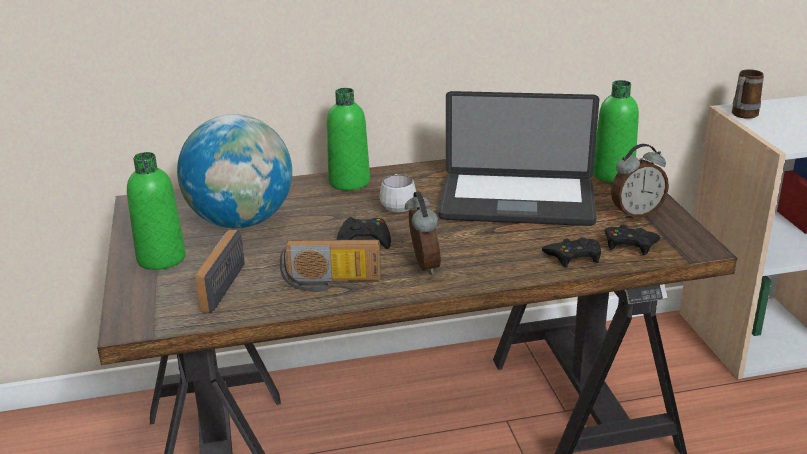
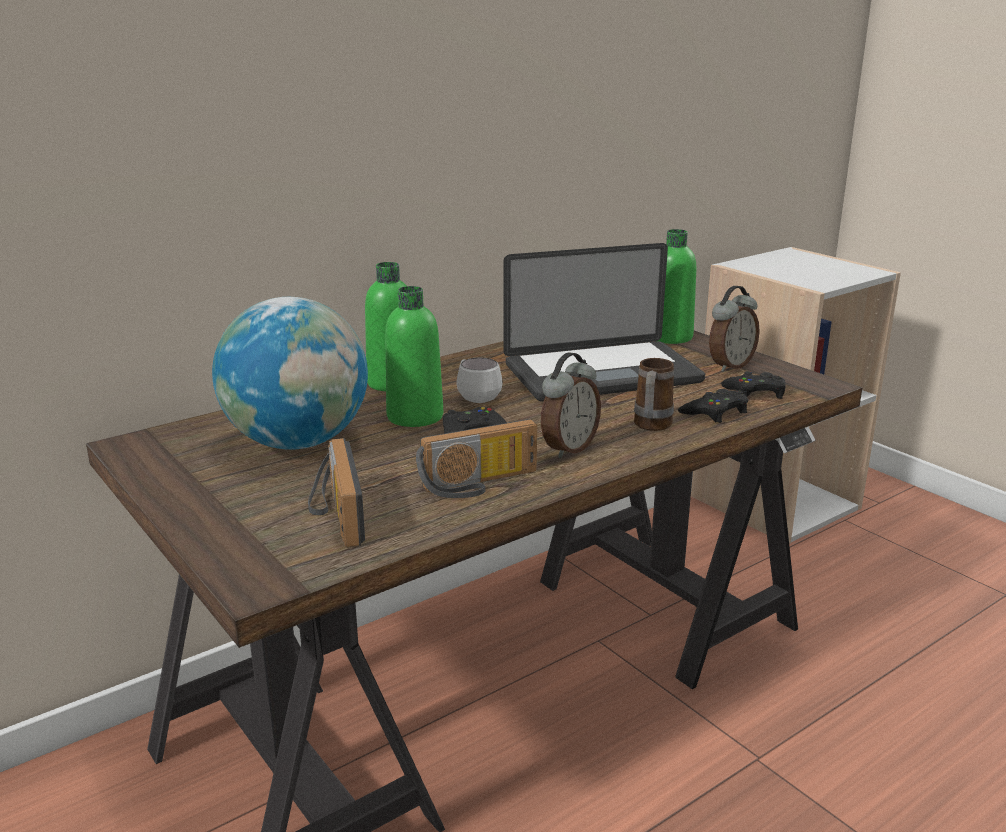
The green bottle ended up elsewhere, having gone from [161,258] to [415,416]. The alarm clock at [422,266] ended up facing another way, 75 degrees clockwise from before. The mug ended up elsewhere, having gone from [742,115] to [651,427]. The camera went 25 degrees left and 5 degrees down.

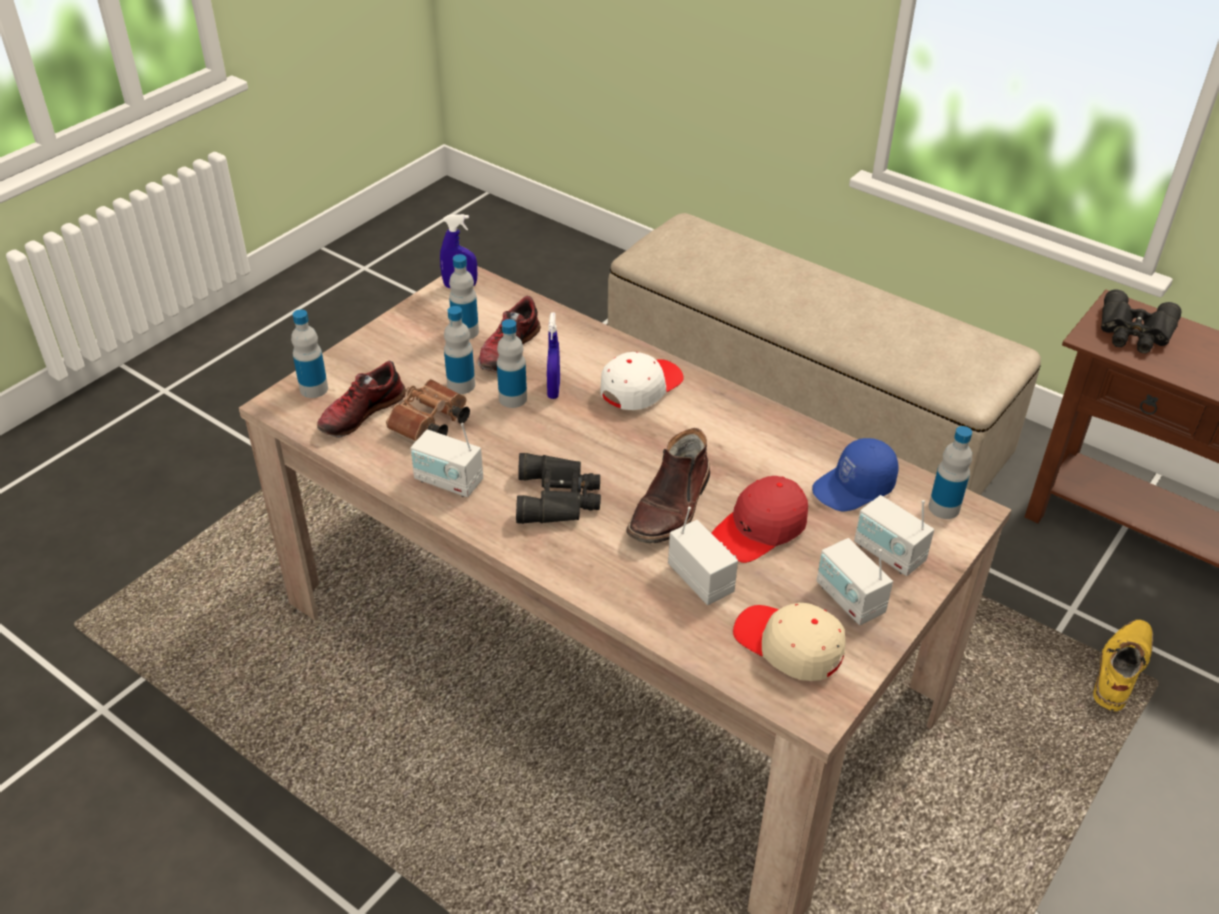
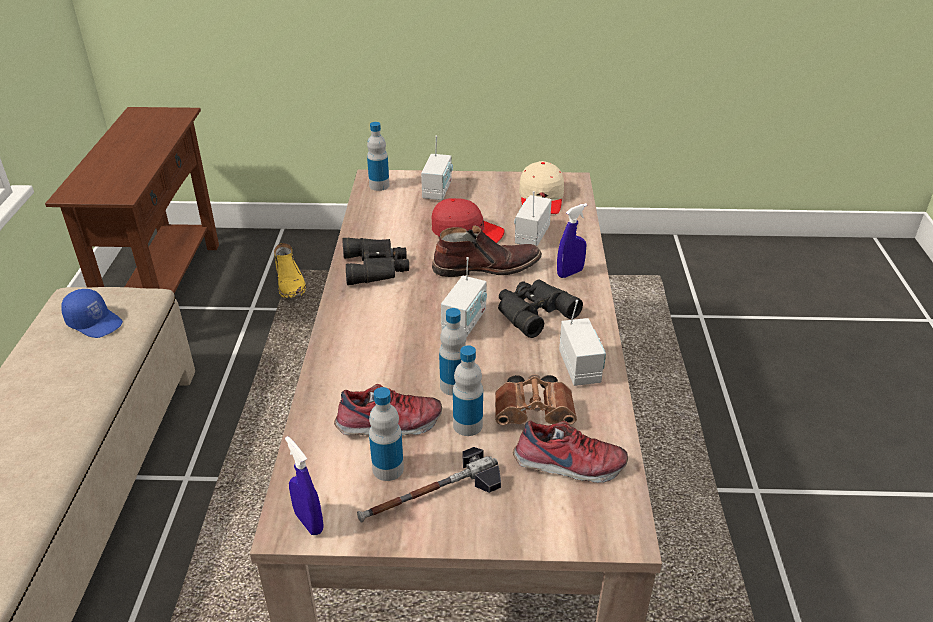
The blue cap ended up elsewhere, having gone from [854,488] to [95,322]. The yellow boot at [1119,669] ended up facing another way, 105 degrees counterclockwise from before. The black binoculars ended up elsewhere, having gone from [1134,332] to [376,267]. The second view gained the hammer at [430,496]. The radio ended up elsewhere, having gone from [849,599] to [464,323]. The blue spray bottle ended up elsewhere, having gone from [553,390] to [570,273]. The second view lost the bottle at [314,389]. The second view lost the white cap at [640,387]. The camera went 125 degrees left and 5 degrees down.

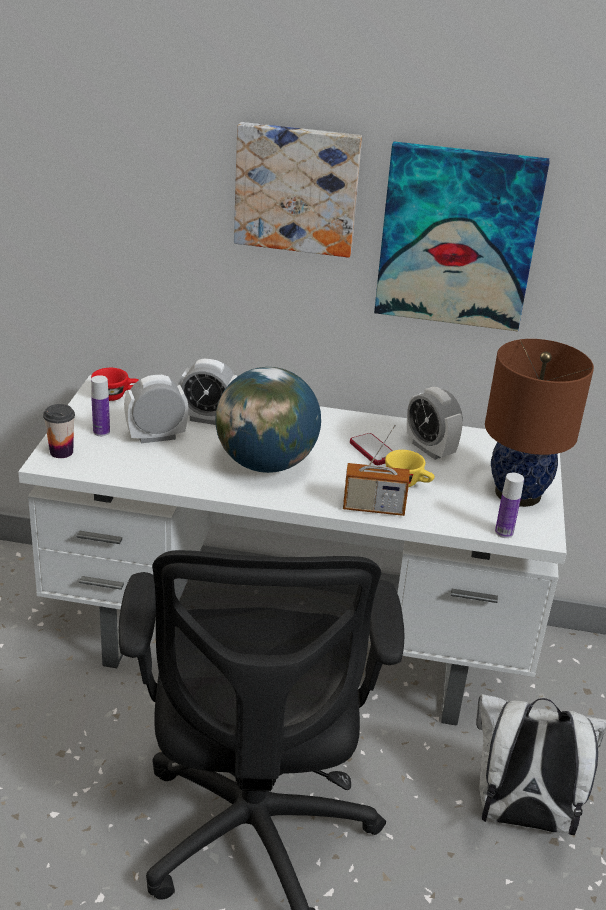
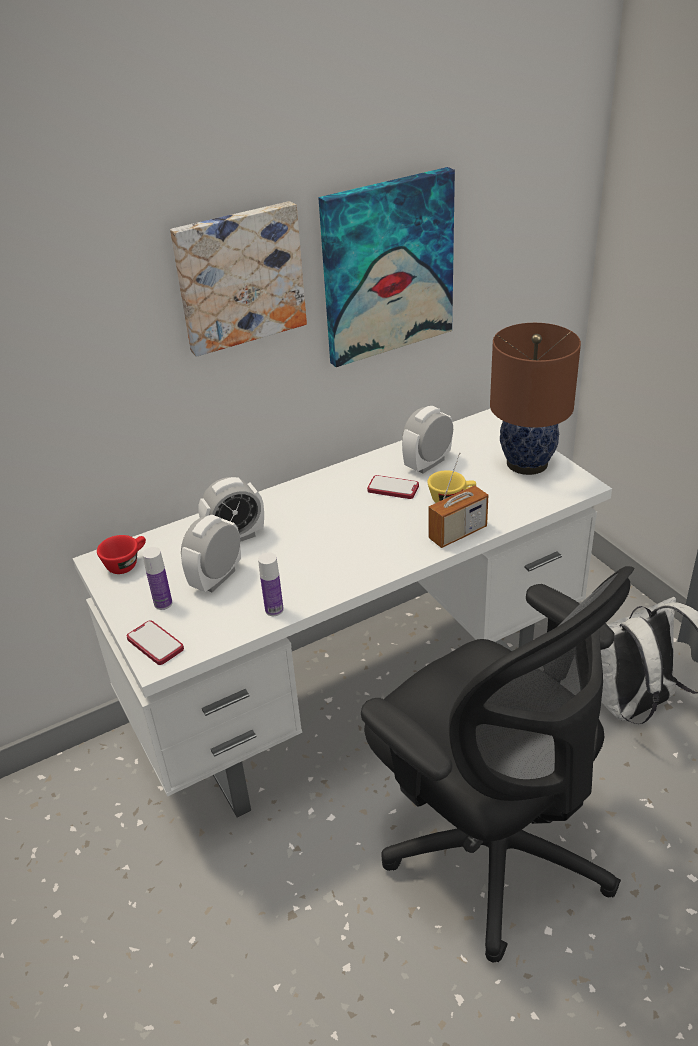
Where the cup stood at [61,452], the phone came to stand at [155,644]. The bottle ended up elsewhere, having gone from [504,532] to [274,610]. The alarm clock at [430,449] ended up facing another way, 120 degrees clockwise from before. The second view lost the globe at [266,463]. The camera went 35 degrees left and 5 degrees up.

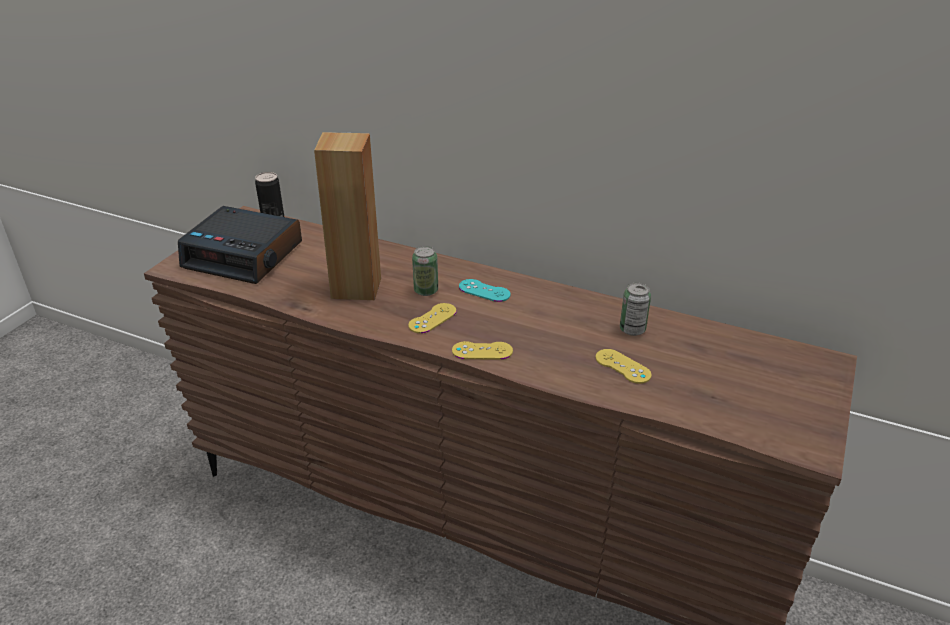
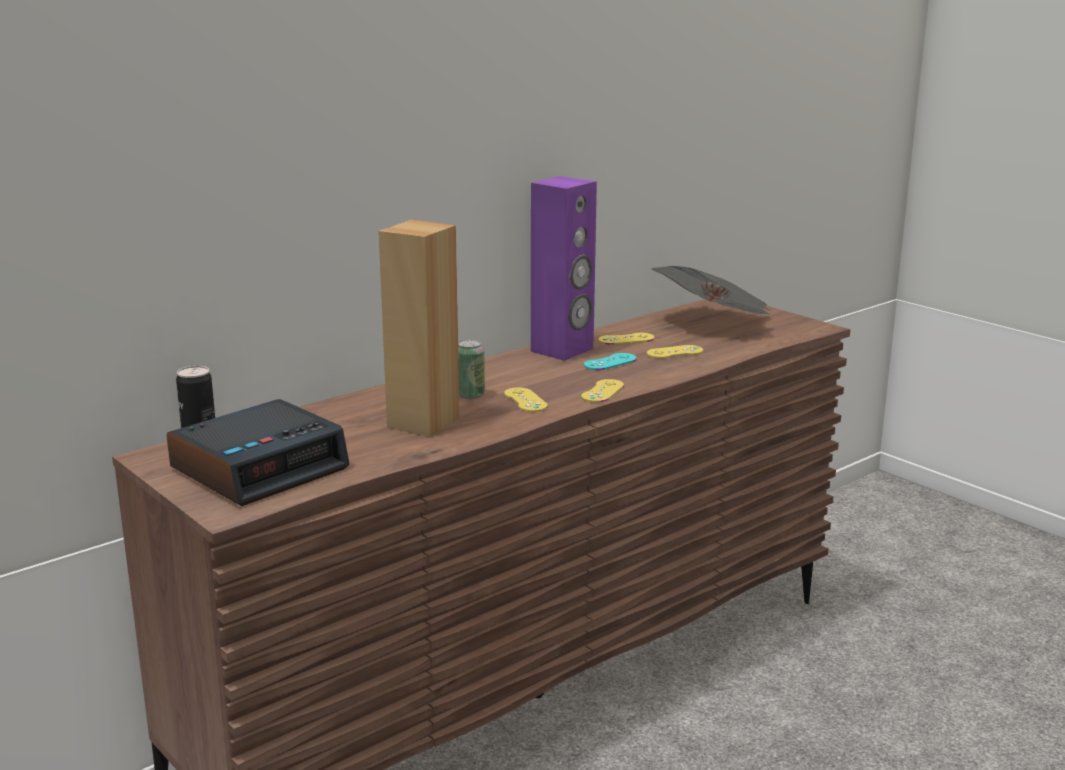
The second view gained the purple speaker at [562,350]. The turquoise game controller ended up elsewhere, having gone from [484,291] to [610,362]. Where the can stood at [632,329], the yellow game controller came to stand at [626,339]. The second view gained the newspaper at [715,324]. The camera went 65 degrees left and 15 degrees down.

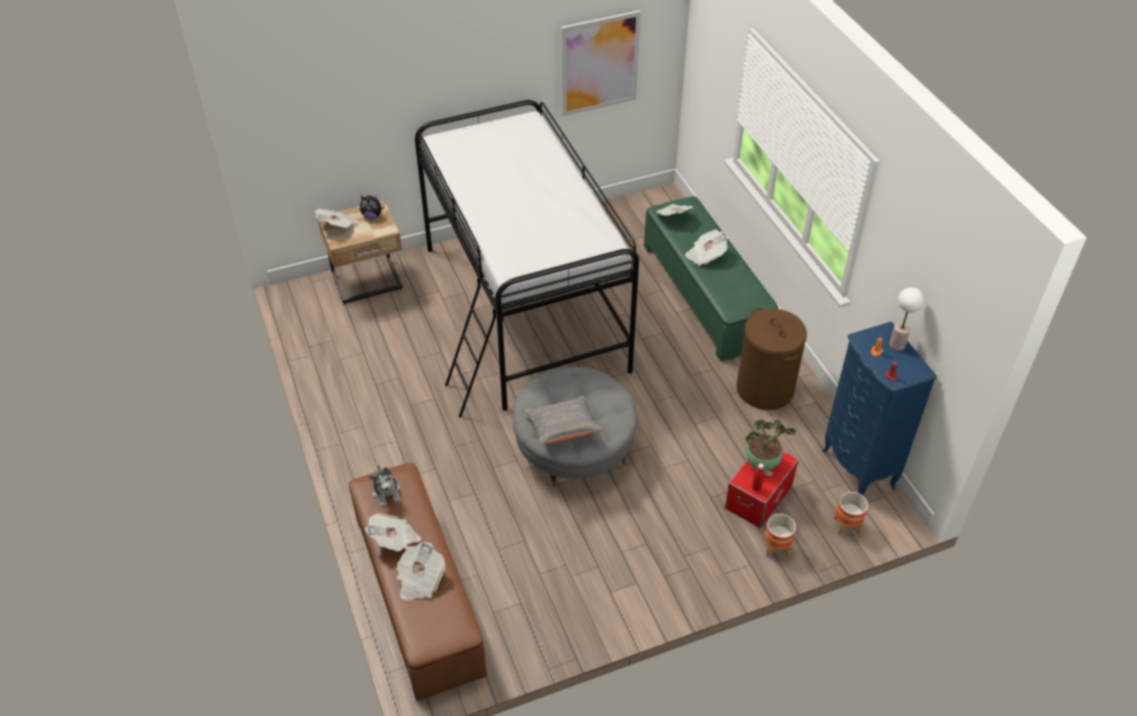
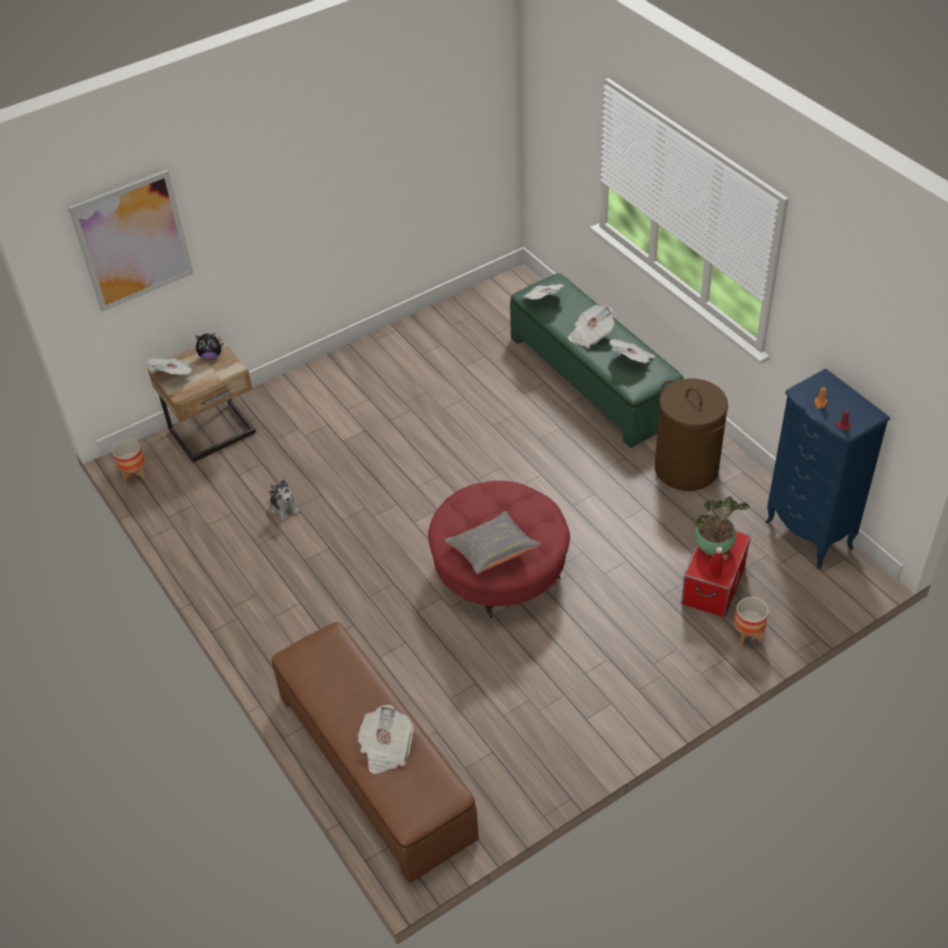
The picture ended up elsewhere, having gone from [599,63] to [133,241]. The planter ended up elsewhere, having gone from [846,526] to [135,475]. The plush toy ended up elsewhere, having gone from [386,492] to [284,507]. What was the grey ottoman at [574,446] turned into the red ottoman at [500,570]. The newspaper ended up elsewhere, having gone from [394,540] to [632,360]. The second view lost the black bed at [523,311]. The second view lost the table lamp at [897,344]. The camera went 10 degrees left and 0 degrees up.

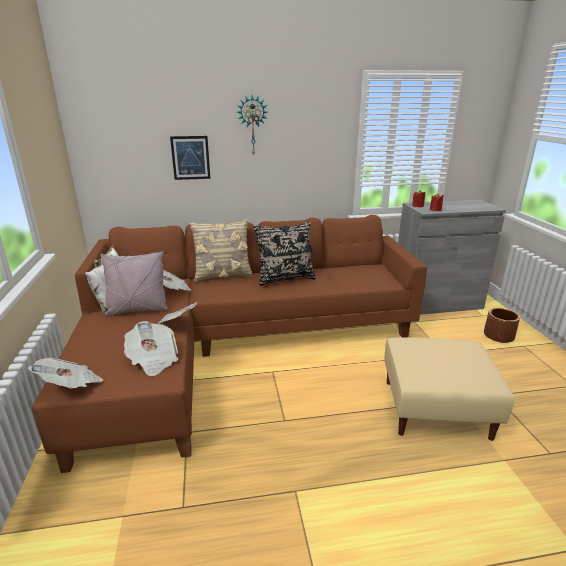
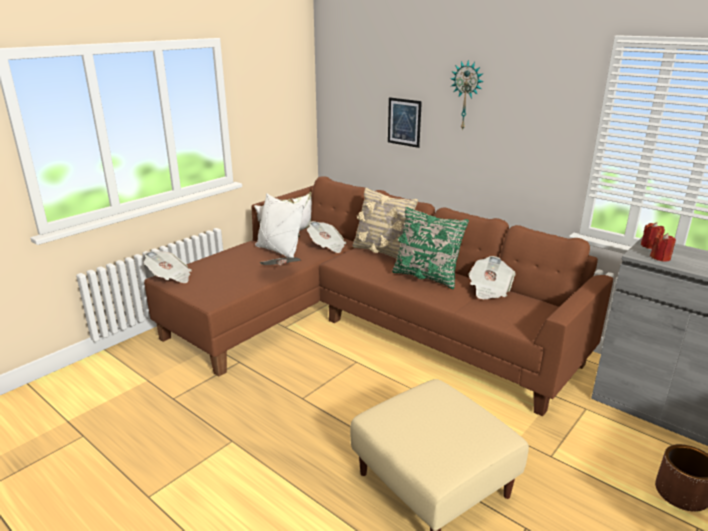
What was the purple pillow at [138,310] turned into the white pillow at [279,251]. What was the black pillow at [285,279] turned into the green pillow at [426,277]. The newspaper ended up elsewhere, having gone from [153,360] to [489,289]. The camera went 50 degrees right and 0 degrees up.

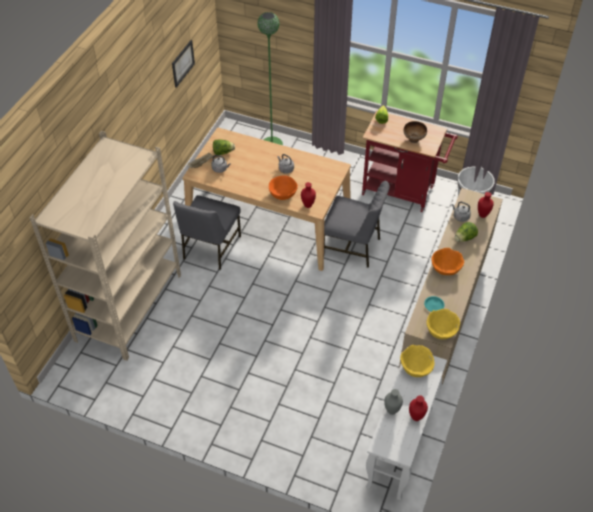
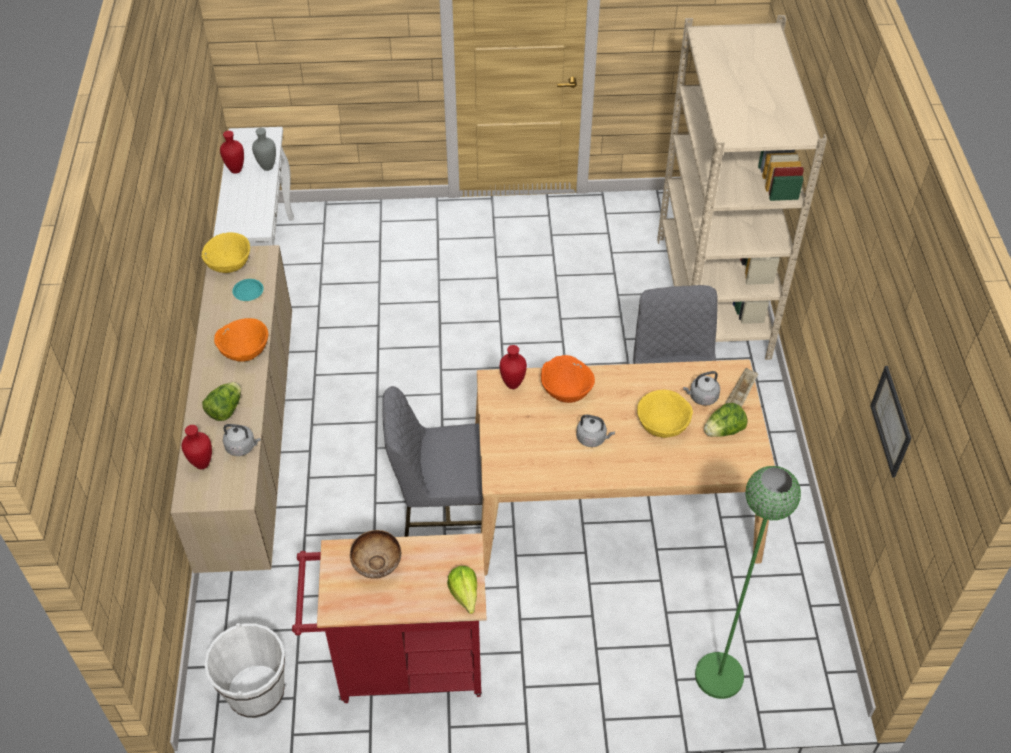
The yellow bowl ended up elsewhere, having gone from [416,367] to [662,425]. The camera went 155 degrees right and 0 degrees up.

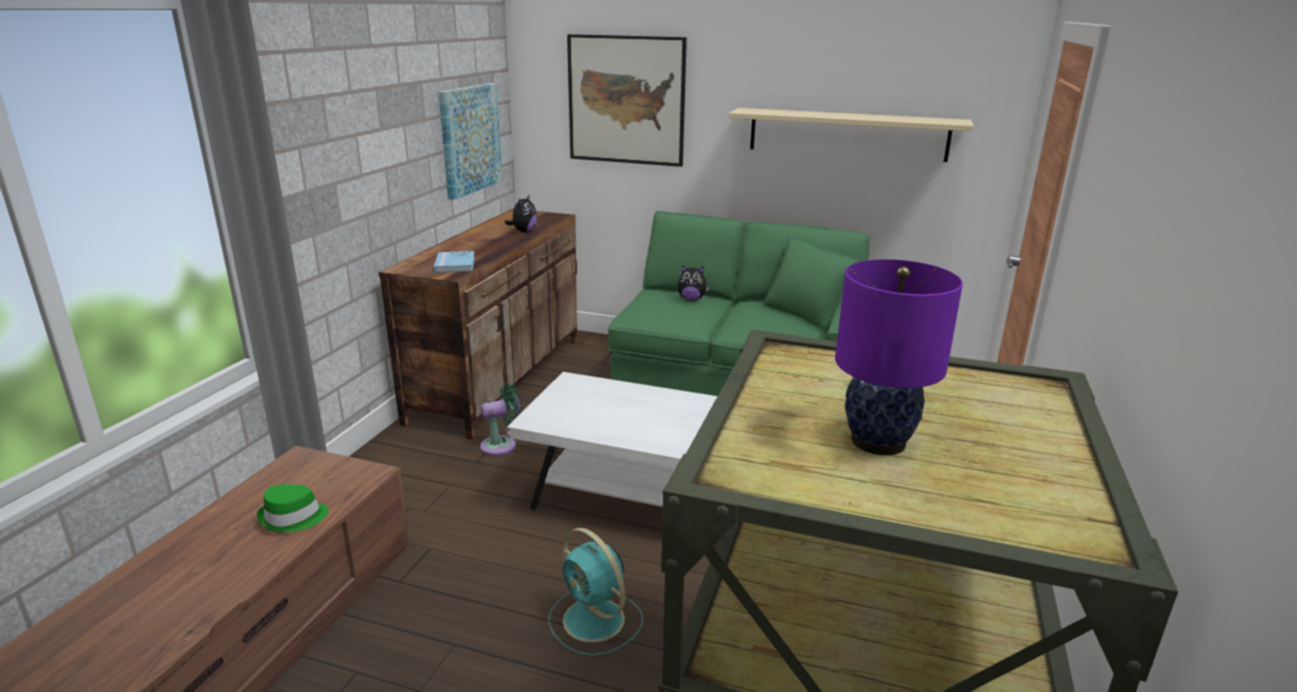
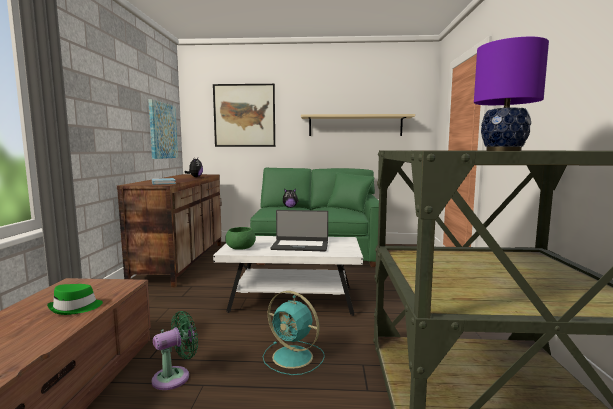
The green fan ended up elsewhere, having gone from [502,445] to [175,377]. The second view gained the green bowl at [240,248]. The second view gained the laptop at [300,246]. The camera went 15 degrees left and 15 degrees down.

